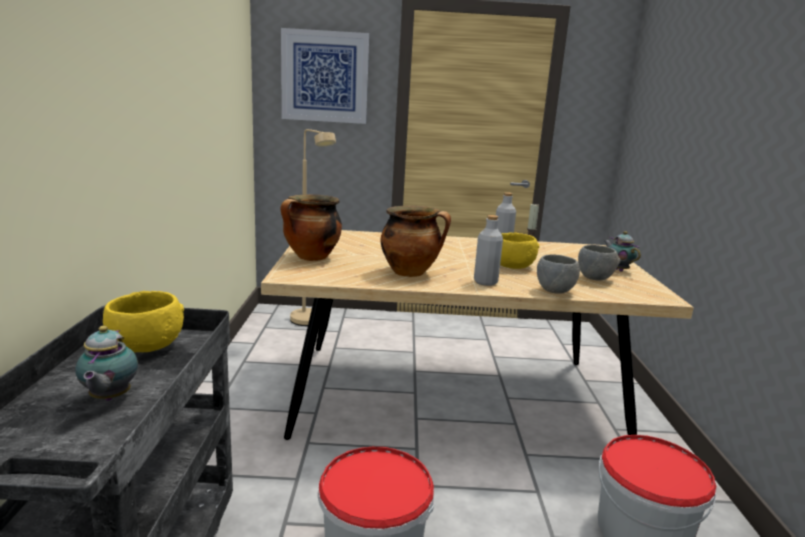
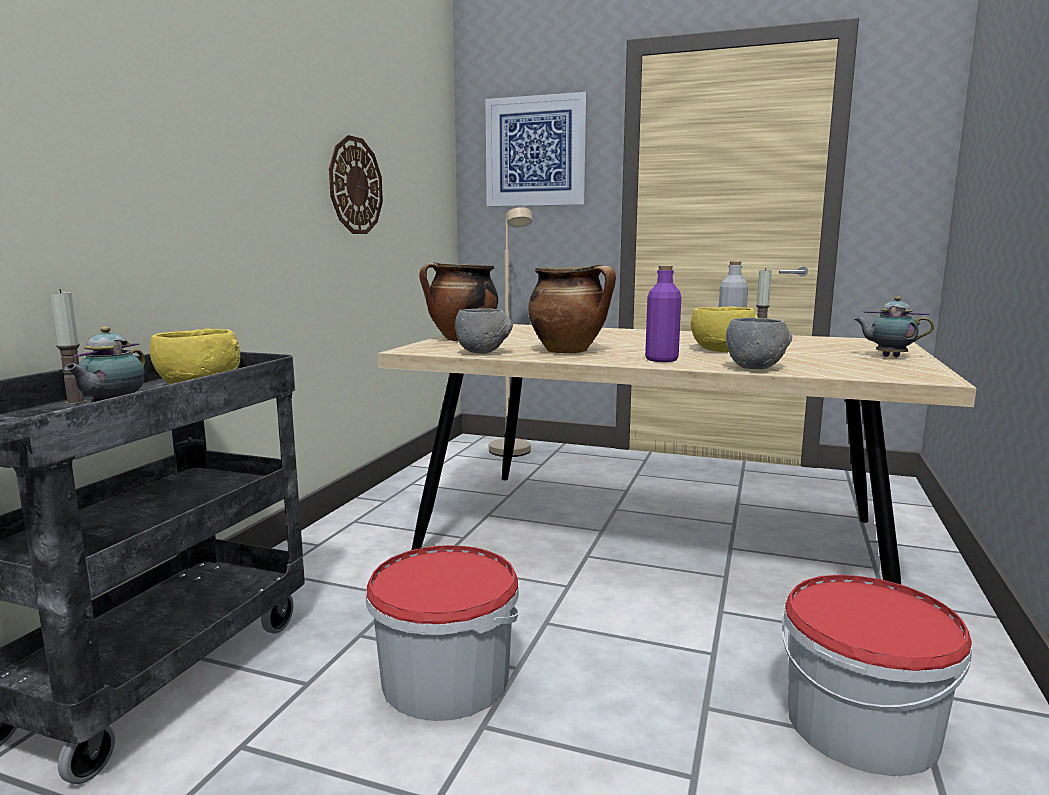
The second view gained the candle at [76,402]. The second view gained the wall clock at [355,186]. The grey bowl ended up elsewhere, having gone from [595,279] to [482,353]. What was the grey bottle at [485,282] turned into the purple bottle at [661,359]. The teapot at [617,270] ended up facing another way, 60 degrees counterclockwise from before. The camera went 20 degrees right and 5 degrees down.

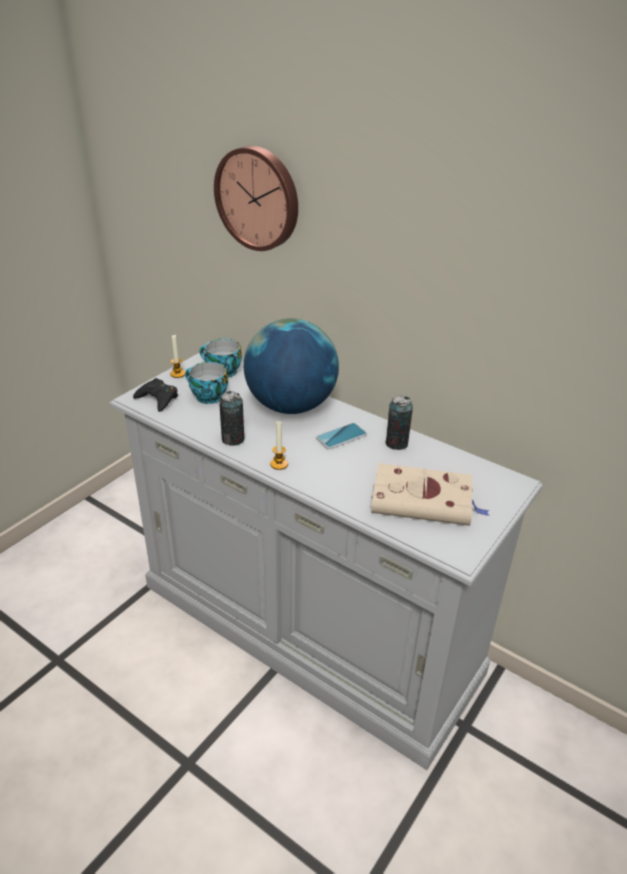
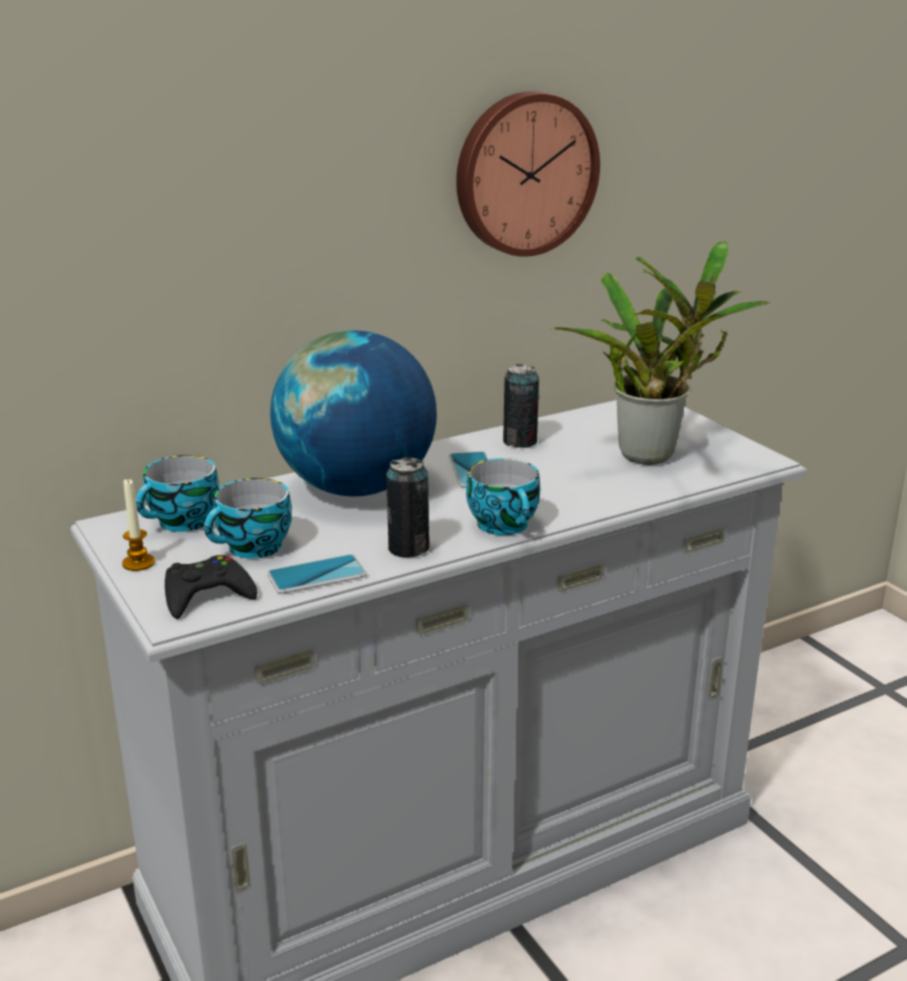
The second view gained the phone at [317,576]. The wall clock ended up elsewhere, having gone from [259,198] to [524,173]. Where the candle stood at [279,464], the cup came to stand at [506,525]. Where the beige book stood at [424,500], the potted plant came to stand at [653,454]. The camera went 65 degrees left and 10 degrees down.

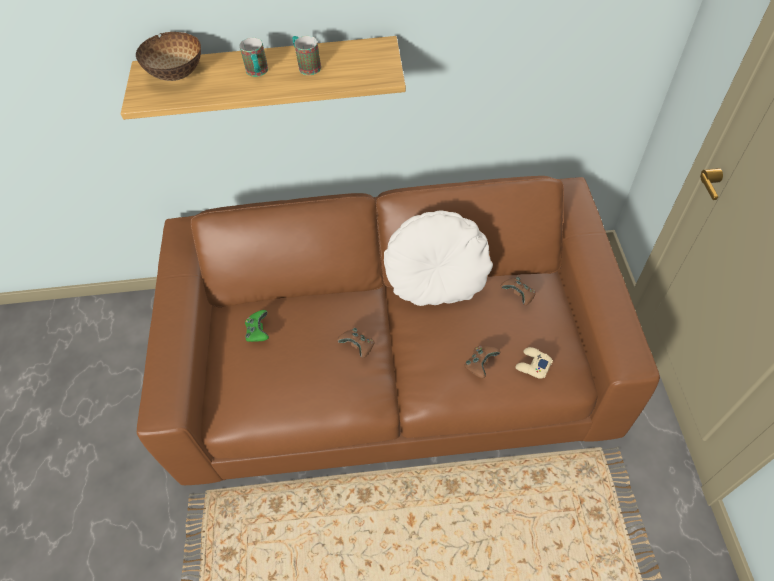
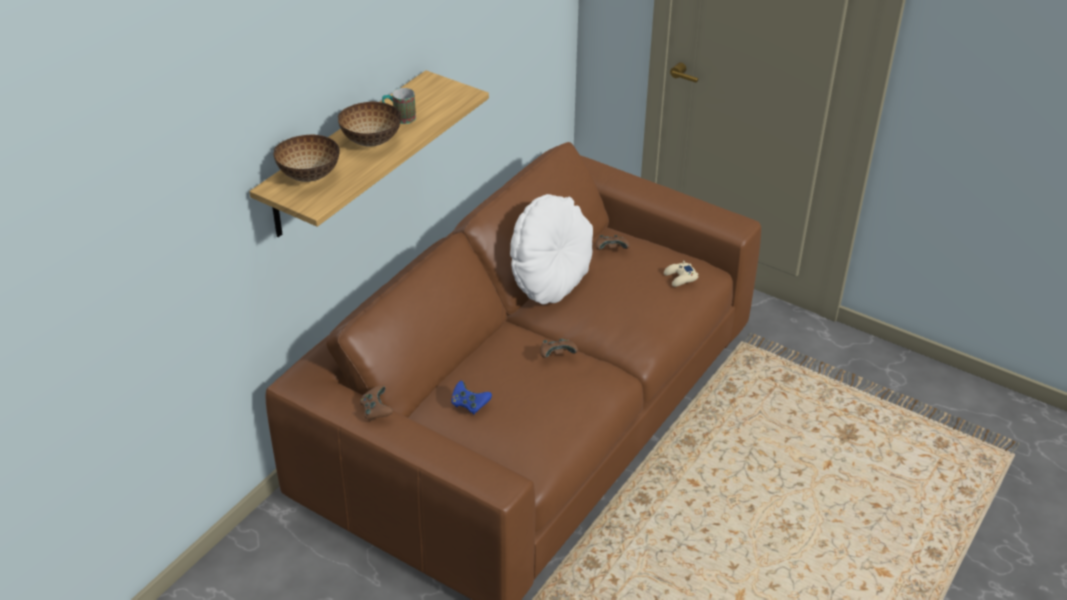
Where the mug stood at [258,73], the bowl came to stand at [372,141]. The brown game controller ended up elsewhere, having gone from [480,364] to [376,411]. What was the green game controller at [258,332] turned into the blue game controller at [469,405]. The camera went 55 degrees left and 15 degrees down.

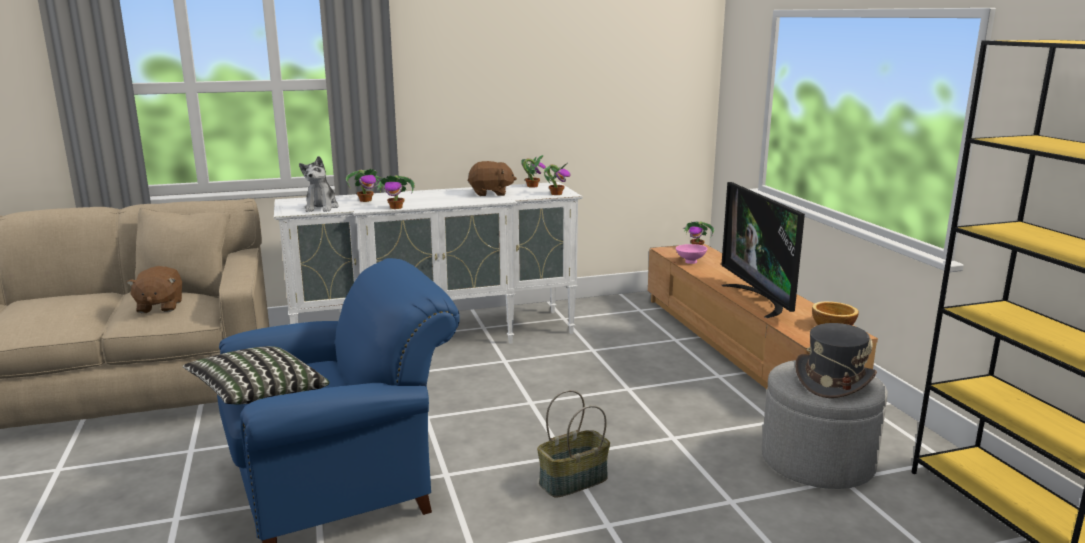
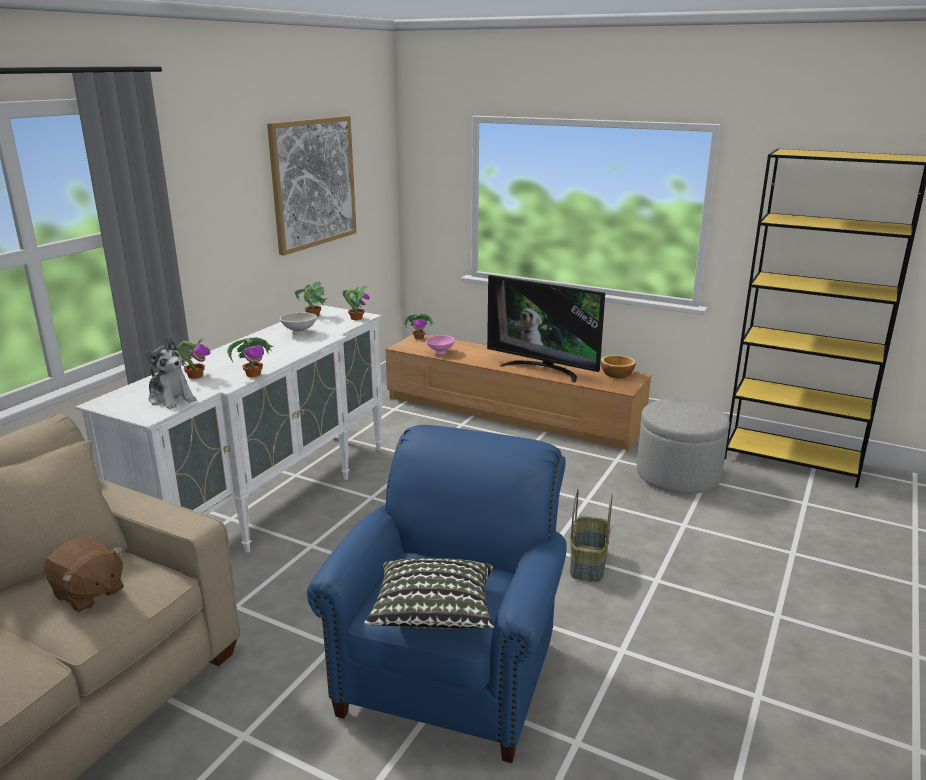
The second view gained the picture at [313,183]. Where the brown plush toy stood at [491,193], the white bowl came to stand at [298,333]. The second view lost the grey hat at [833,381]. The camera went 45 degrees left and 5 degrees up.

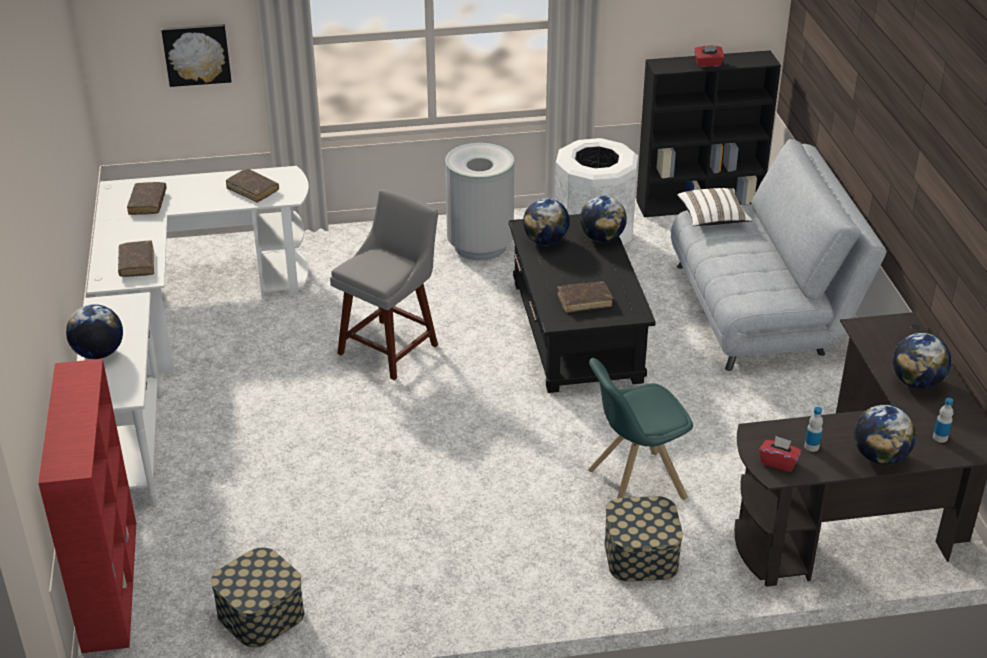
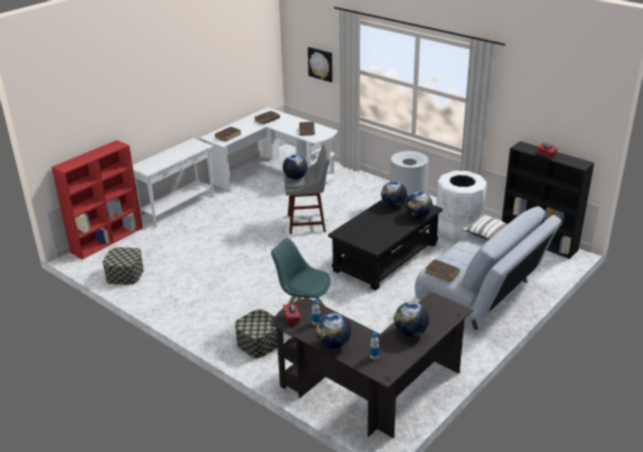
The globe ended up elsewhere, having gone from [99,353] to [295,178]. The brown book ended up elsewhere, having gone from [584,301] to [442,273]. The camera went 50 degrees right and 5 degrees down.

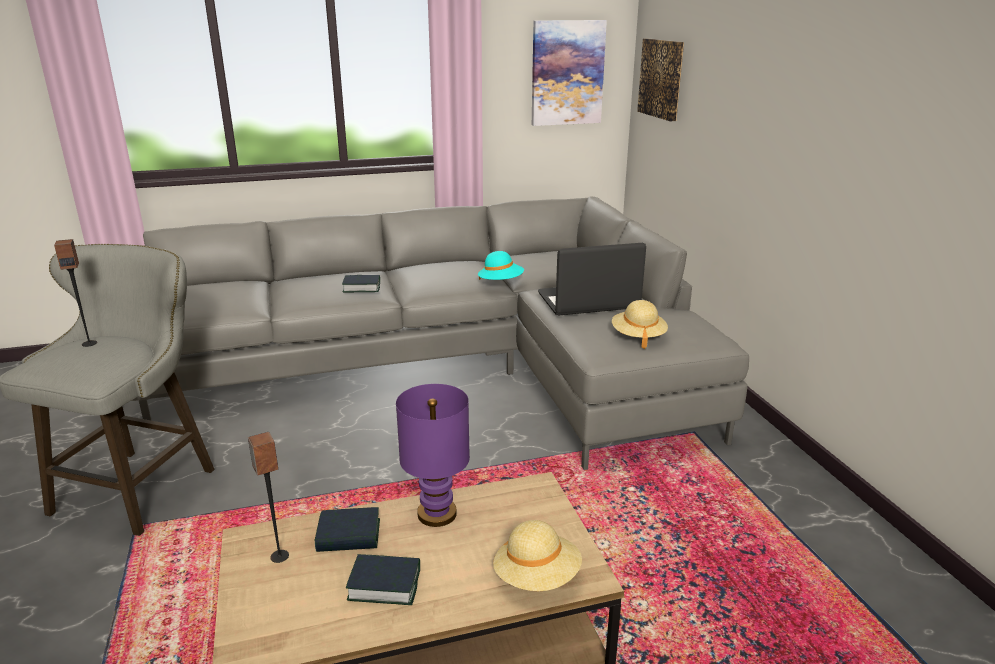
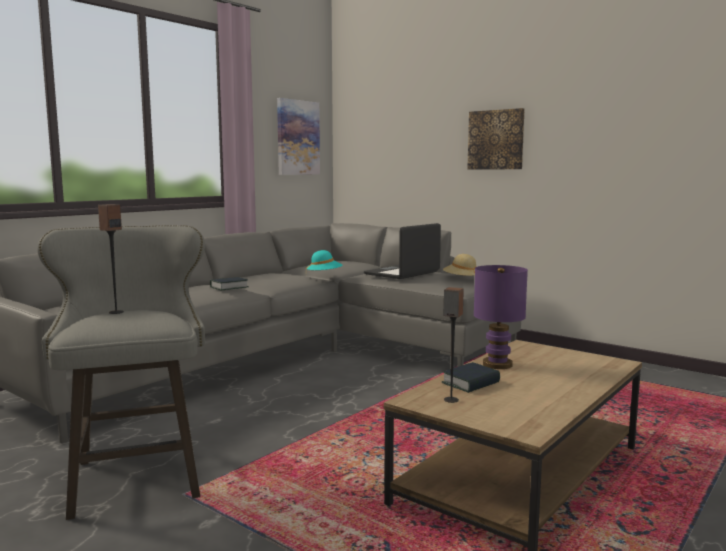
The picture ended up elsewhere, having gone from [662,78] to [496,140]. The second view lost the book at [384,585]. The second view lost the beige hat at [537,577]. The camera went 35 degrees left and 15 degrees down.

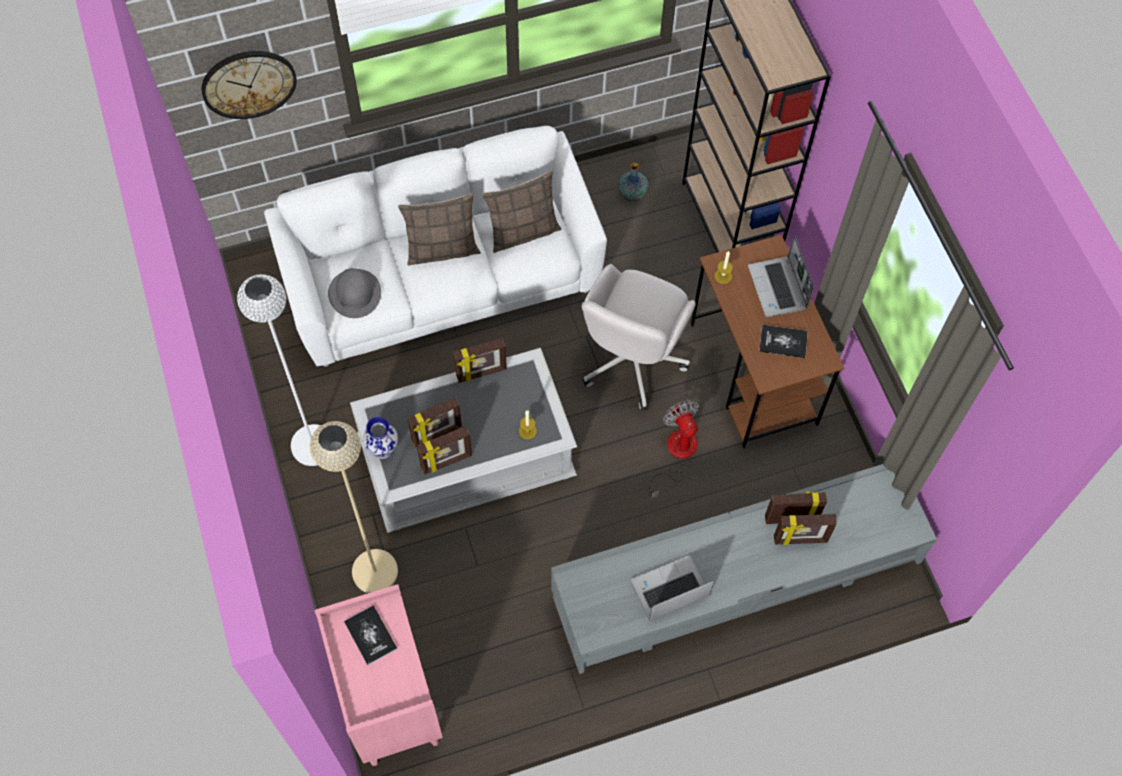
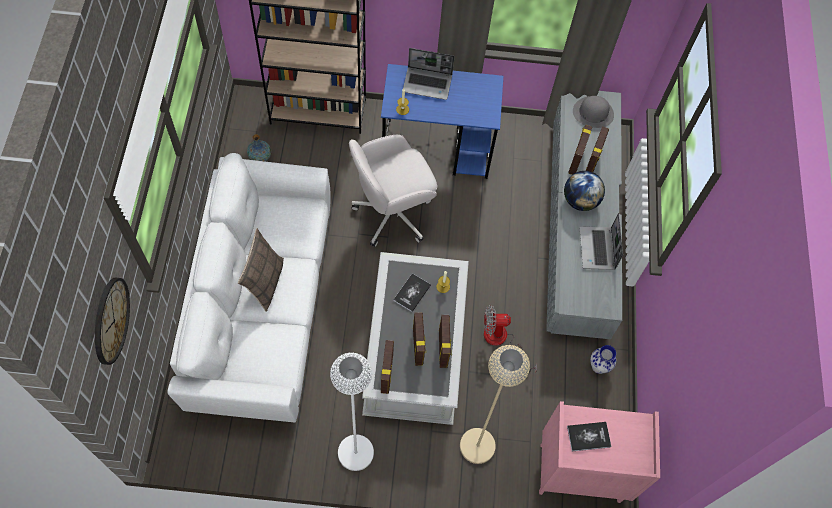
The white office chair at [632,361] ended up facing another way, 105 degrees clockwise from before. What was the brown desk at [754,374] turned into the blue desk at [437,149]. The picture frame ended up elsewhere, having gone from [481,373] to [387,374]. The book ended up elsewhere, having gone from [783,342] to [412,293]. The fan ended up elsewhere, having gone from [676,454] to [501,341]. The second view gained the globe at [580,200]. The grey hat ended up elsewhere, having gone from [354,293] to [593,113]. The vase ended up elsewhere, having gone from [382,449] to [598,367]. The second view lost the pillow at [523,232]. The camera went 70 degrees left and 0 degrees up.

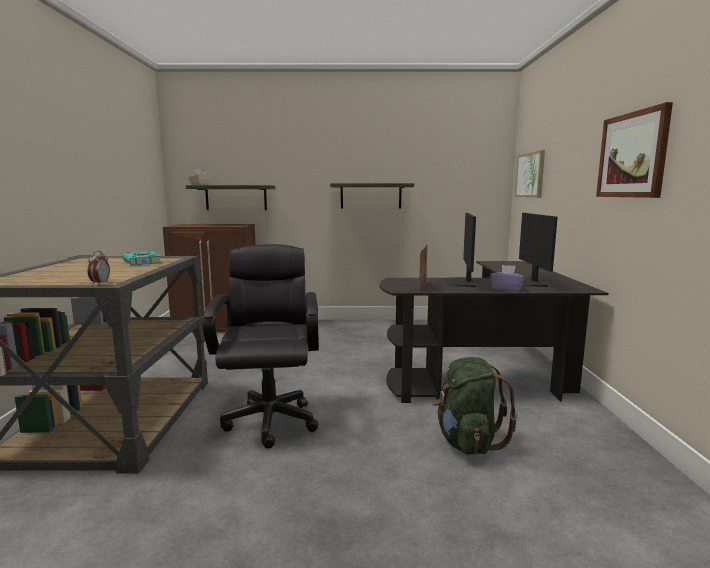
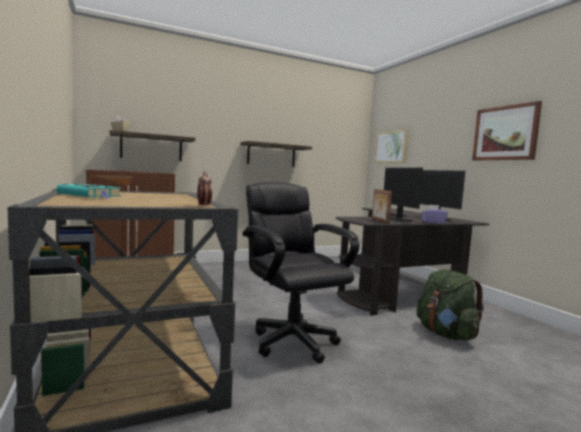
The turquoise book ended up elsewhere, having gone from [142,262] to [91,195]. The camera went 25 degrees left and 5 degrees down.

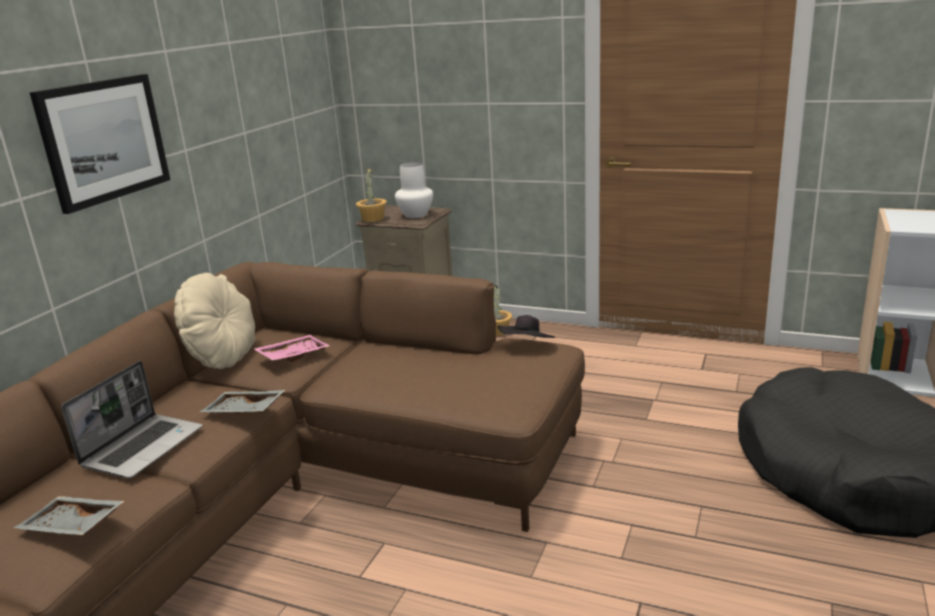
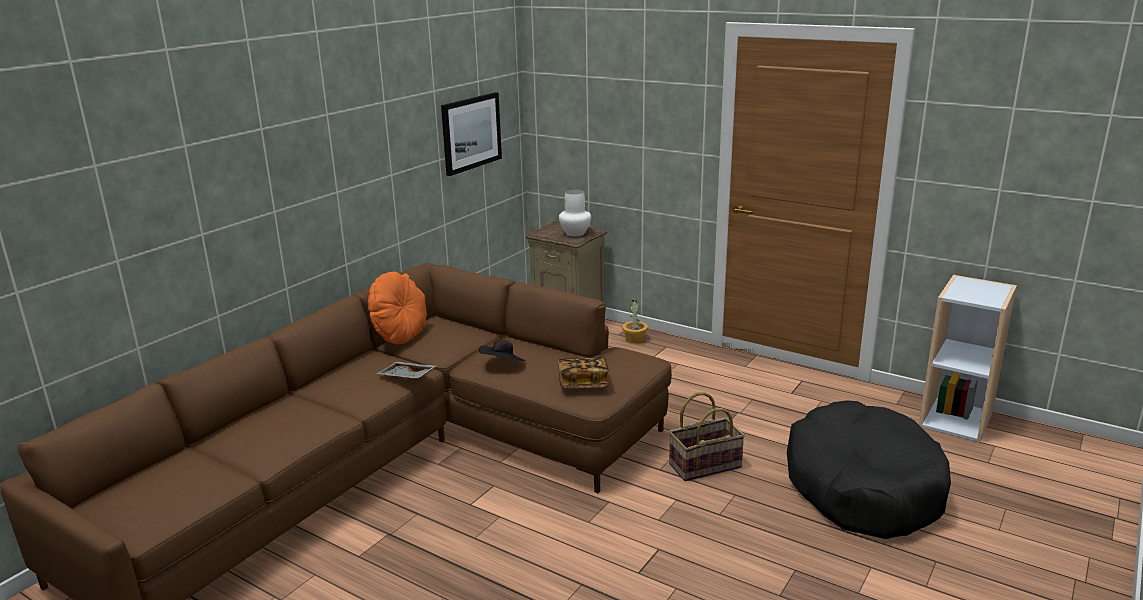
What was the beige pillow at [224,360] turned into the orange pillow at [400,338]. The picture ended up elsewhere, having gone from [104,140] to [471,133]. The black hat ended up elsewhere, having gone from [527,346] to [502,365]. The second view gained the book at [583,384]. The second view gained the basket at [705,465]. The second view lost the grey tray at [71,527]. The second view lost the laptop at [143,447]. The second view lost the pink tray at [293,356]. The second view lost the potted plant at [372,218]. The camera went 10 degrees right and 0 degrees up.

